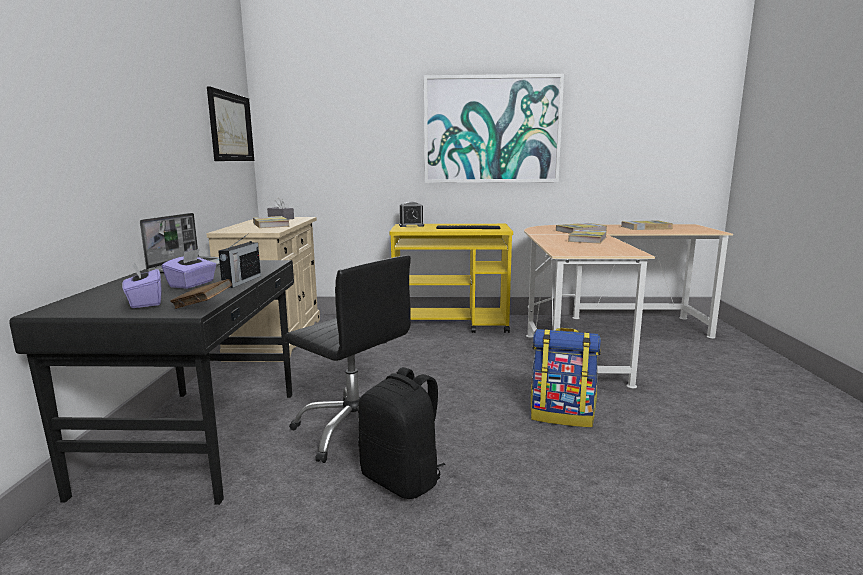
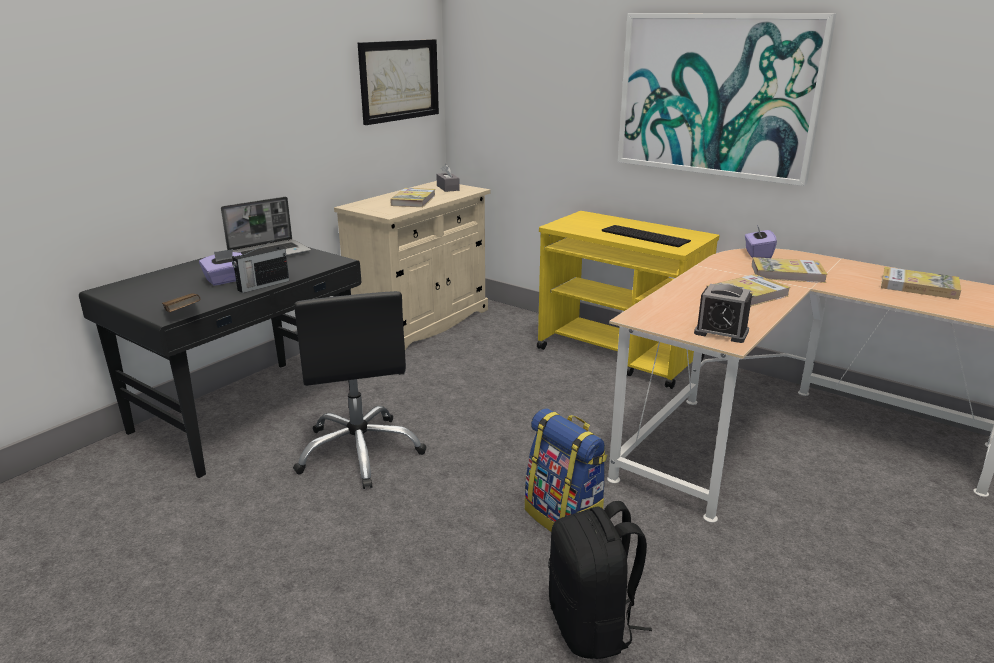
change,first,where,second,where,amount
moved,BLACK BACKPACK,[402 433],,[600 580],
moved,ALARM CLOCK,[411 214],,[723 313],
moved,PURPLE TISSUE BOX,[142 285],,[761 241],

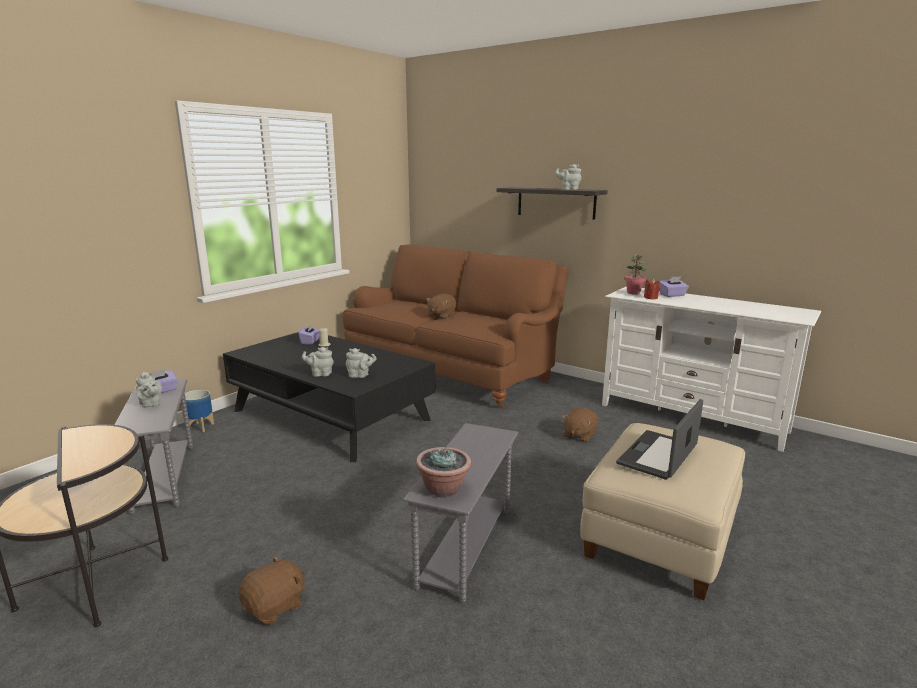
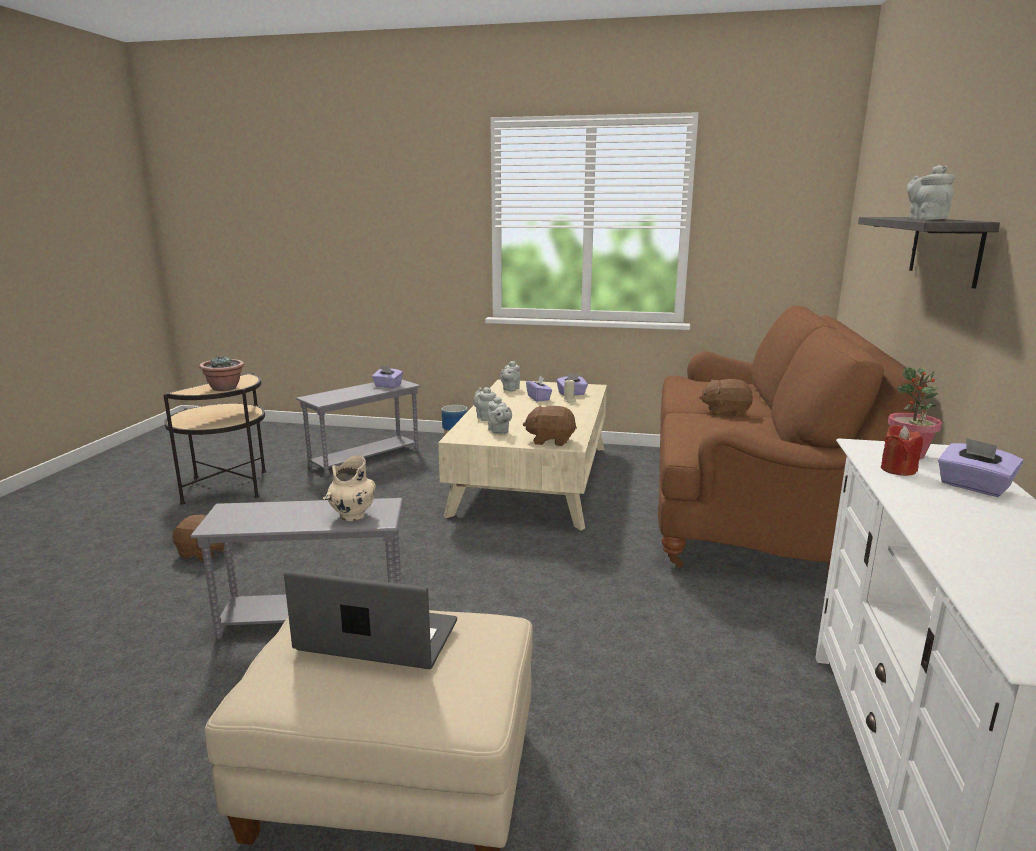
change,first,where,second,where,amount
moved,POTTED PLANT,[443 472],,[221 373],
added,,,BEIGE VASE,[349 488],
recoloured,BLACK COFFEE TABLE,[329 397],BEIGE COFFEE TABLE,[522 455],
moved,GREY TEAPOT,[149 389],,[510 376],
moved,BROWN PLUSH TOY,[580 425],,[550 426],
added,,,PURPLE TISSUE BOX,[539 389],

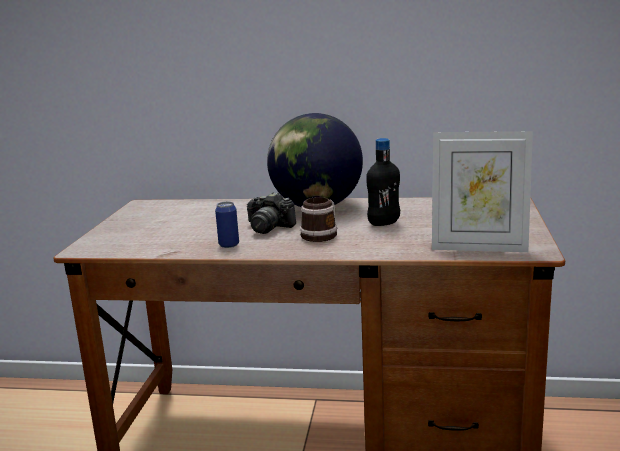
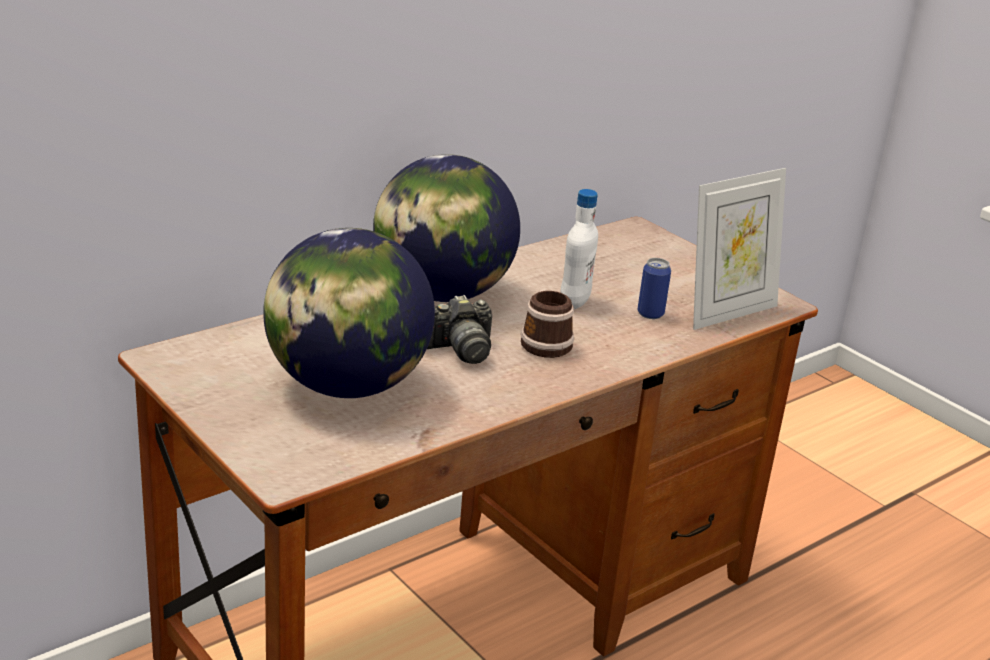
change,first,where,second,where,amount
added,,,GLOBE,[349 313],
recoloured,BLACK BOTTLE,[383 182],WHITE BOTTLE,[579 249],
moved,CAN,[227 224],,[654 288],

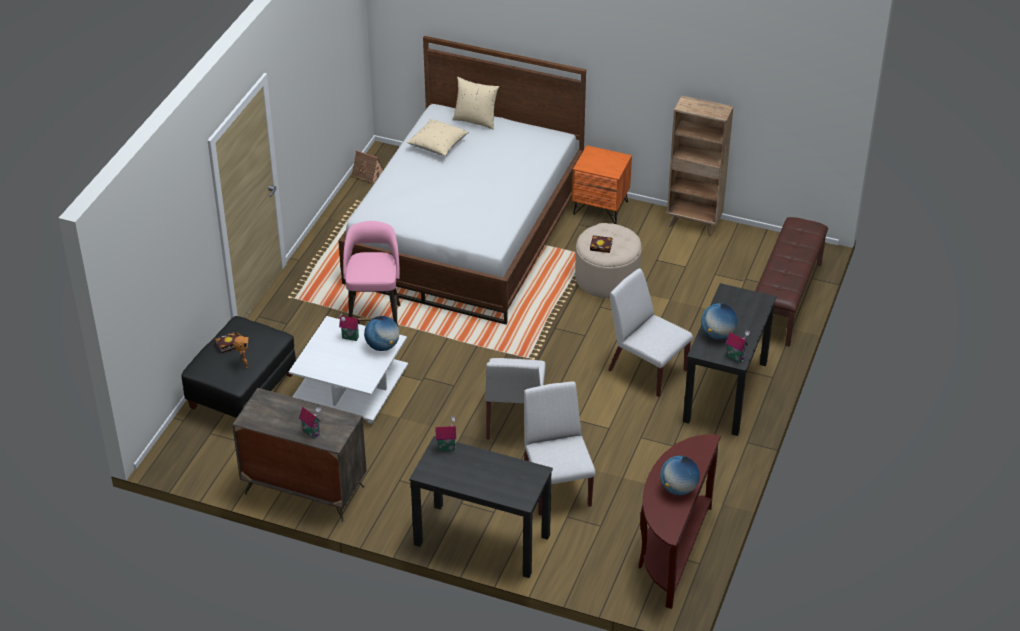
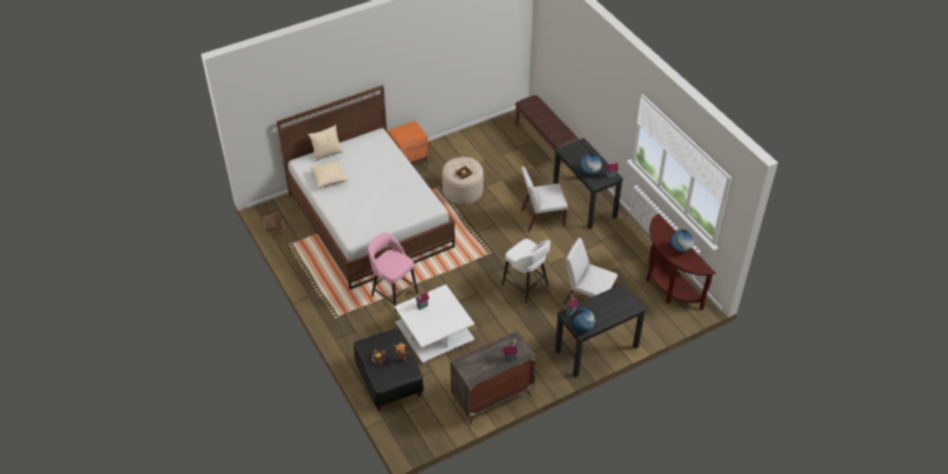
change,first,where,second,where,amount
replaced,WHITE CHAIR,[515 399],WHITE STOOL,[526 271],
moved,GLOBE,[381 333],,[583 320],
removed,BROWN BOOKCASE,[700 166],,,

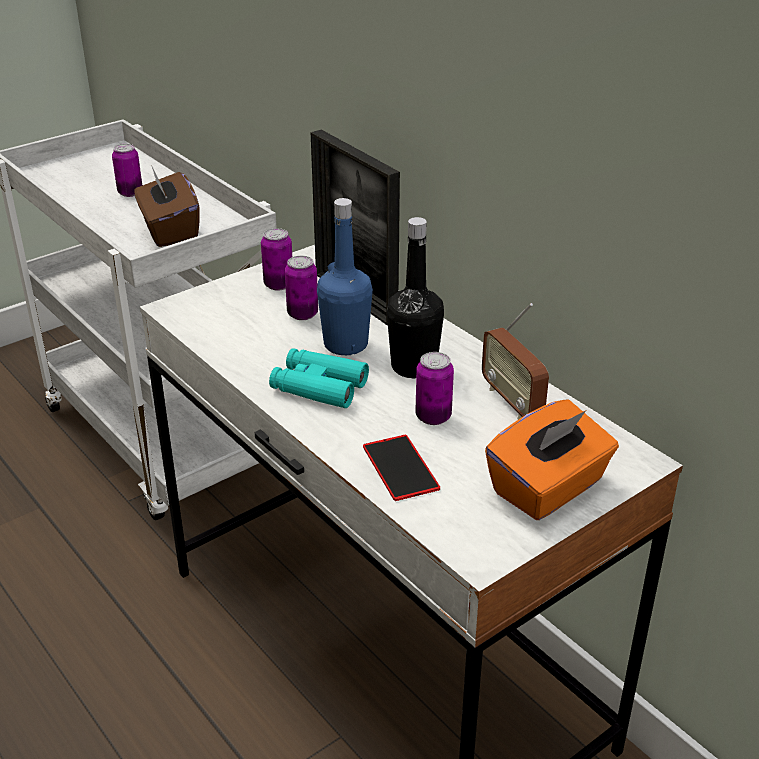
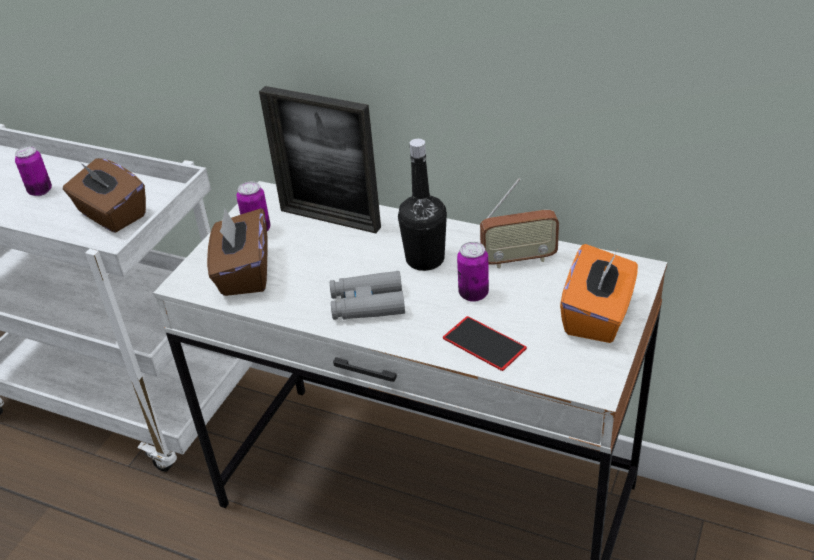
change,first,where,second,where,amount
added,,,BROWN TISSUE BOX,[237 252],
recoloured,TURQUOISE BINOCULARS,[319 378],GREY BINOCULARS,[367 295],
turned,RADIO,[515 361],,[519 223],45 degrees counterclockwise
removed,CAN,[301 288],,,
removed,BLUE BOTTLE,[345 276],,,

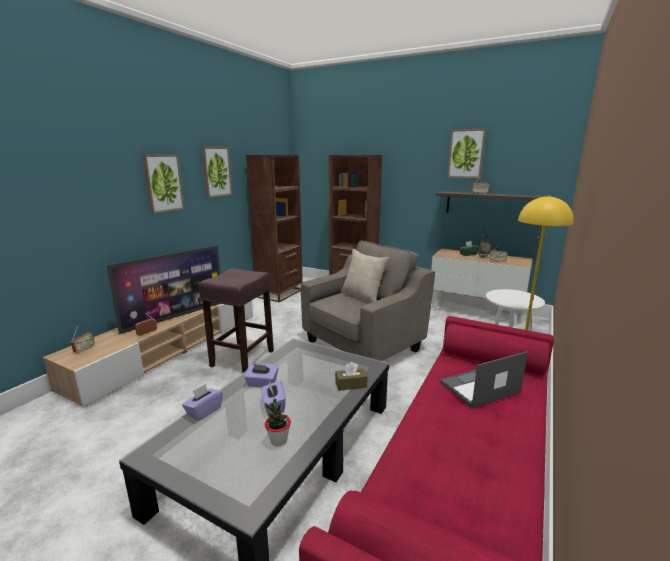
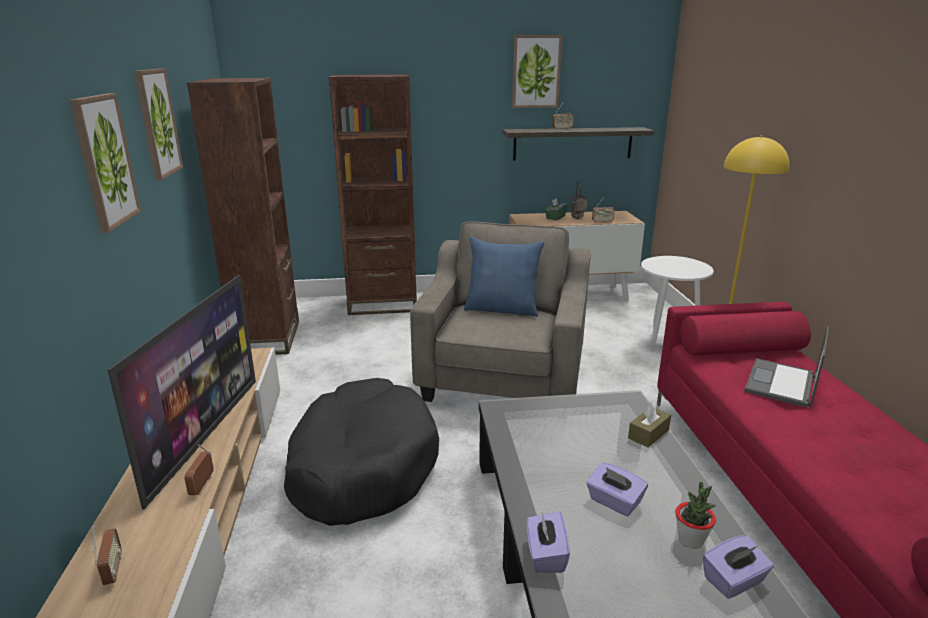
change,first,where,second,where,amount
replaced,BROWN STOOL,[236 321],BLACK DOG BED,[361 452],
recoloured,BEIGE PILLOW,[365 276],BLUE PILLOW,[504 277],
moved,PURPLE TISSUE BOX,[261 375],,[738 567],

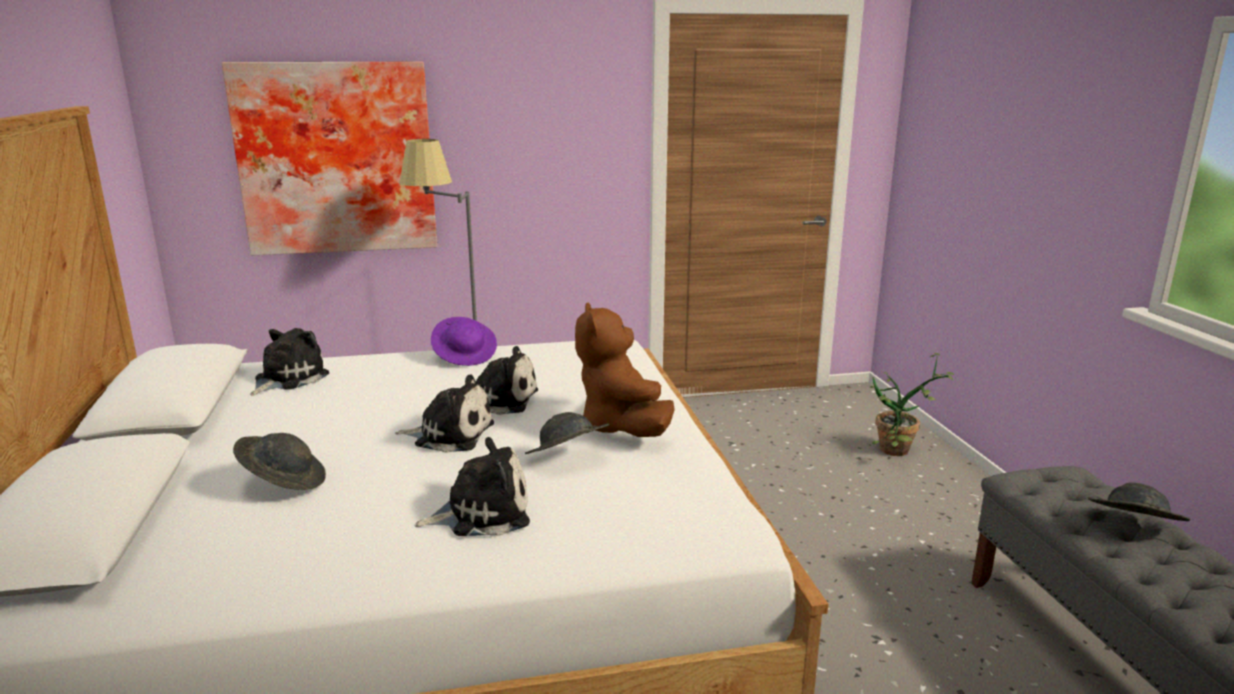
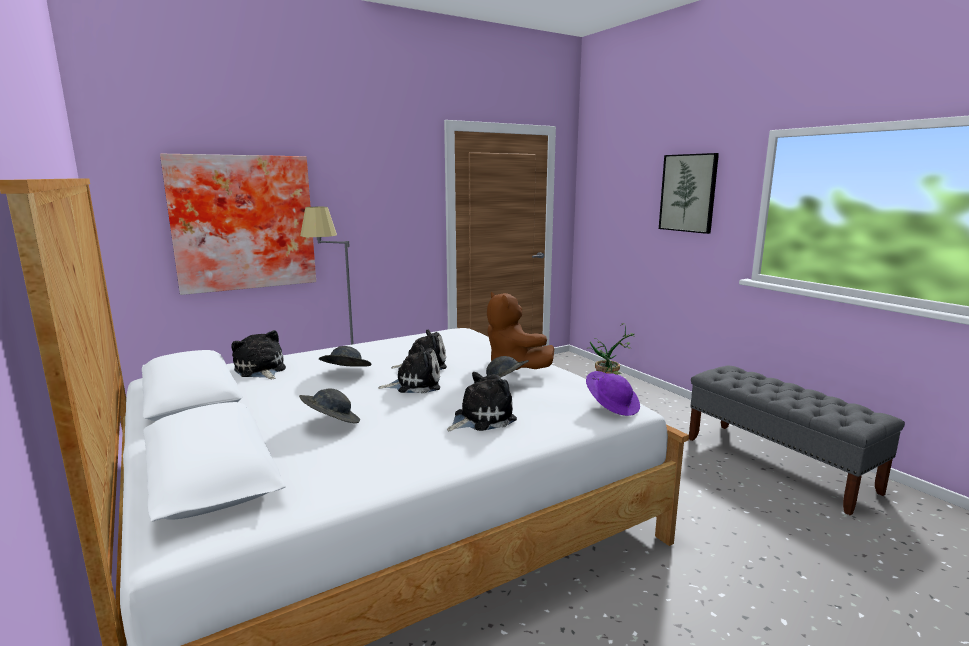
change,first,where,second,where,amount
turned,PLUSH TOY,[289 362],,[258 354],45 degrees counterclockwise
moved,GREY HAT,[1139 501],,[345 356],
moved,PURPLE HAT,[464 341],,[613 393],
added,,,PICTURE,[689 193],

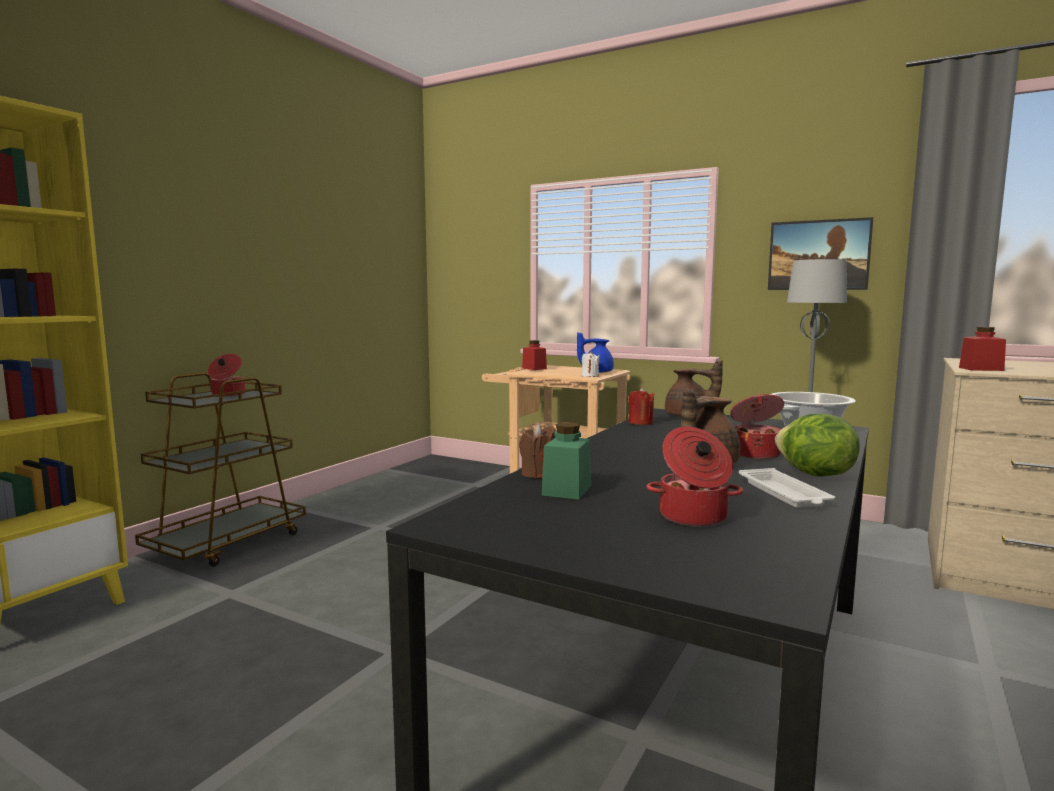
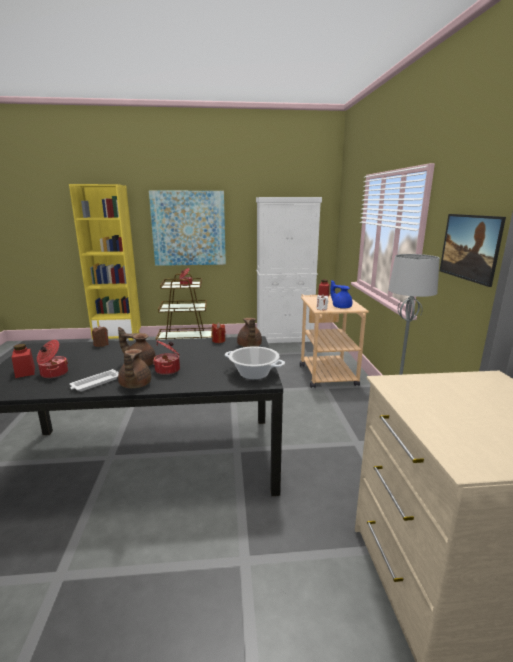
change,first,where,second,where,amount
moved,RED JAR,[982 349],,[23 361],
replaced,LETTUCE,[817 445],BROWN TEAPOT,[134 368],
added,,,PICTURE,[187 228],
added,,,WHITE CABINET,[289 270],
removed,GREEN JAR,[566 461],,,

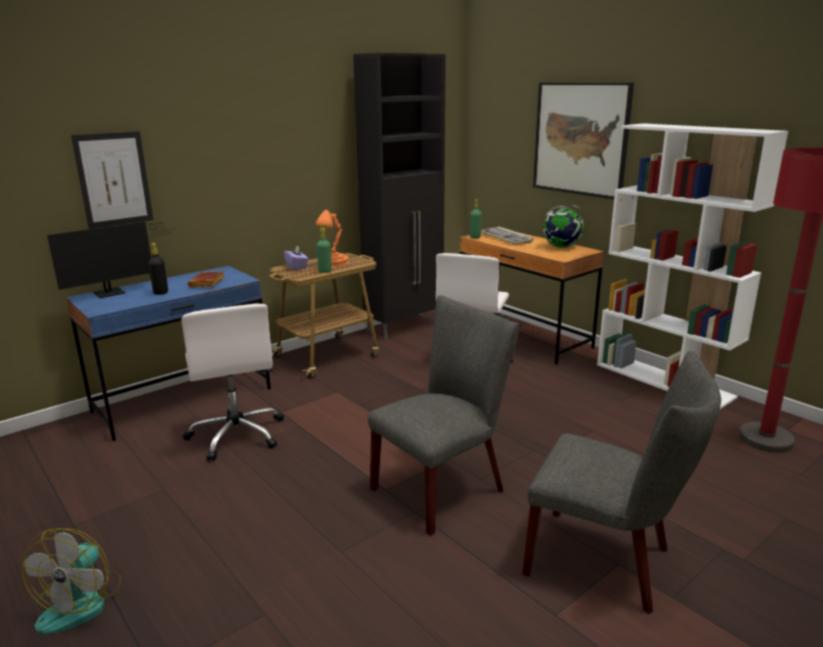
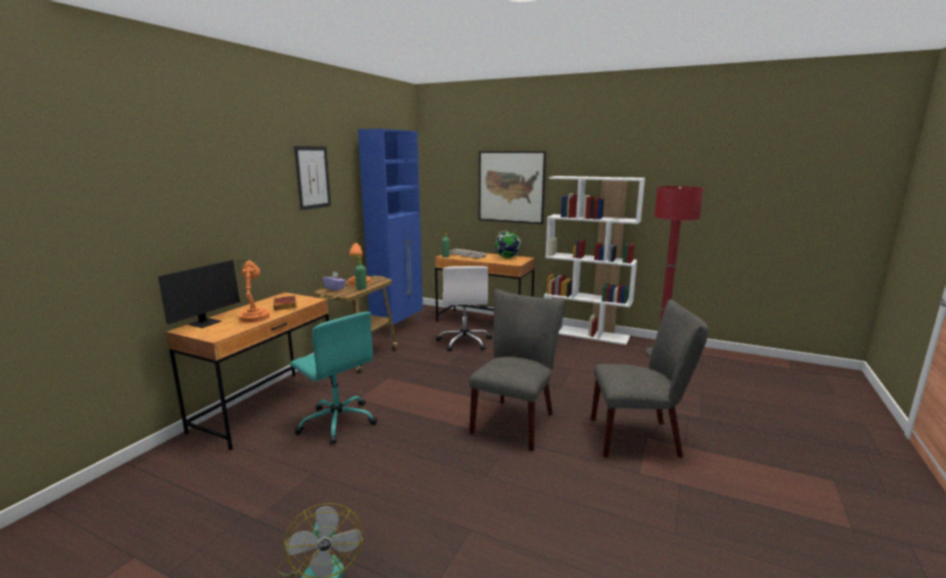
change,first,where,second,where,amount
recoloured,BLUE DESK,[168 353],BROWN DESK,[249 371],
replaced,BLACK BOTTLE,[158 269],ORANGE TABLE LAMP,[254 292],
recoloured,WHITE OFFICE CHAIR,[232 382],TURQUOISE OFFICE CHAIR,[333 378],
moved,PICTURE,[112 180],,[312 178],
recoloured,BLACK CABINET,[399 196],BLUE CABINET,[390 233],

